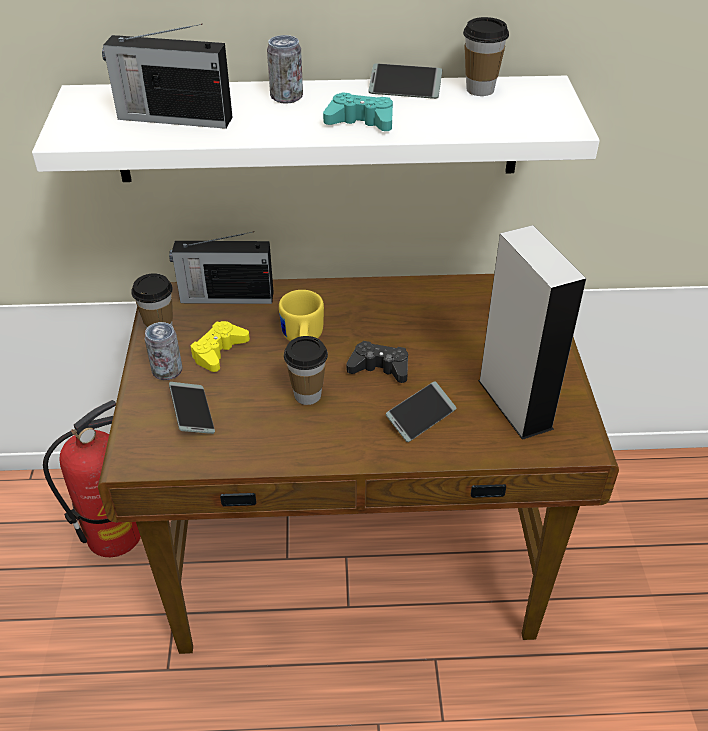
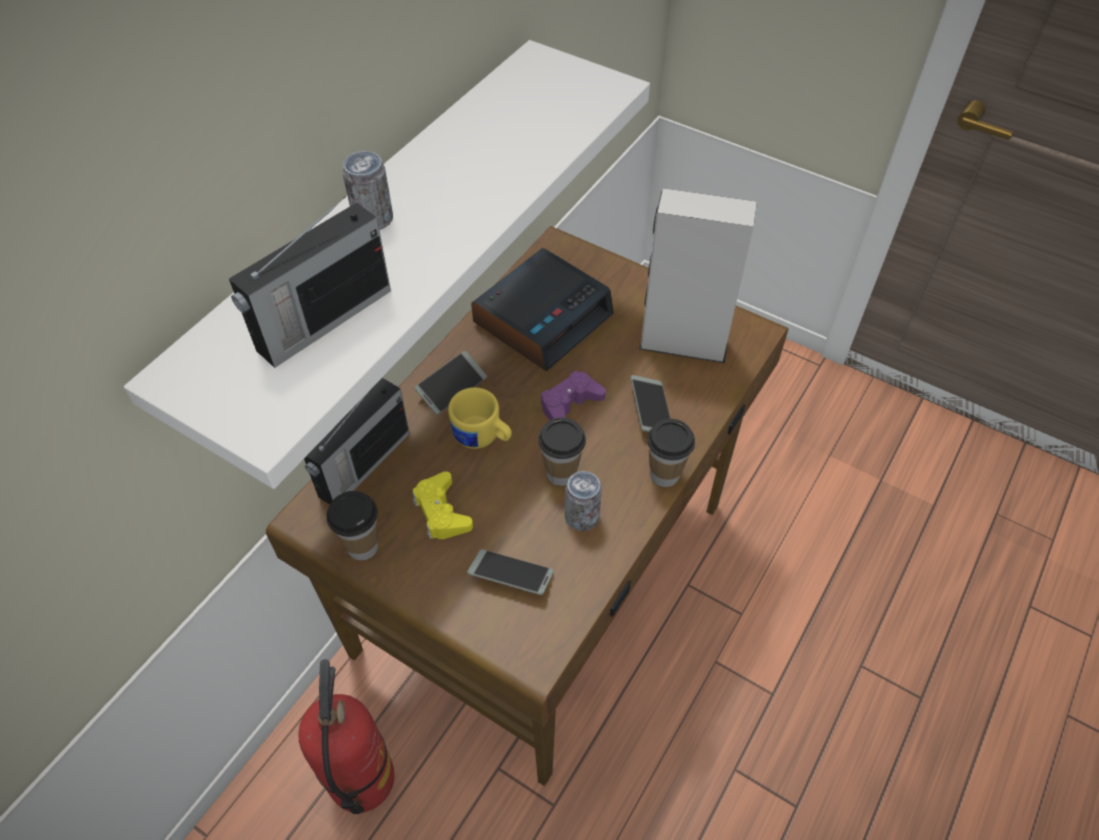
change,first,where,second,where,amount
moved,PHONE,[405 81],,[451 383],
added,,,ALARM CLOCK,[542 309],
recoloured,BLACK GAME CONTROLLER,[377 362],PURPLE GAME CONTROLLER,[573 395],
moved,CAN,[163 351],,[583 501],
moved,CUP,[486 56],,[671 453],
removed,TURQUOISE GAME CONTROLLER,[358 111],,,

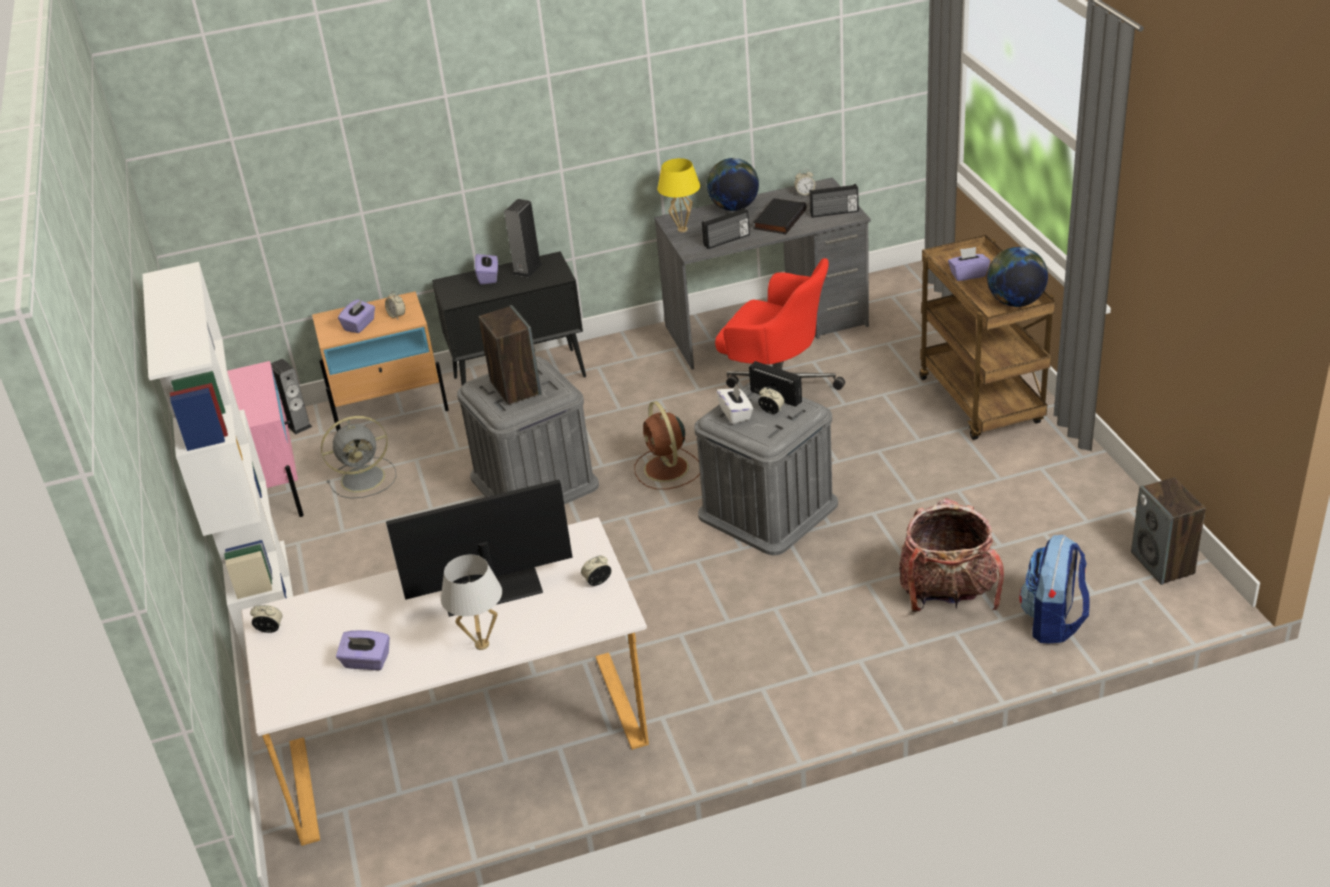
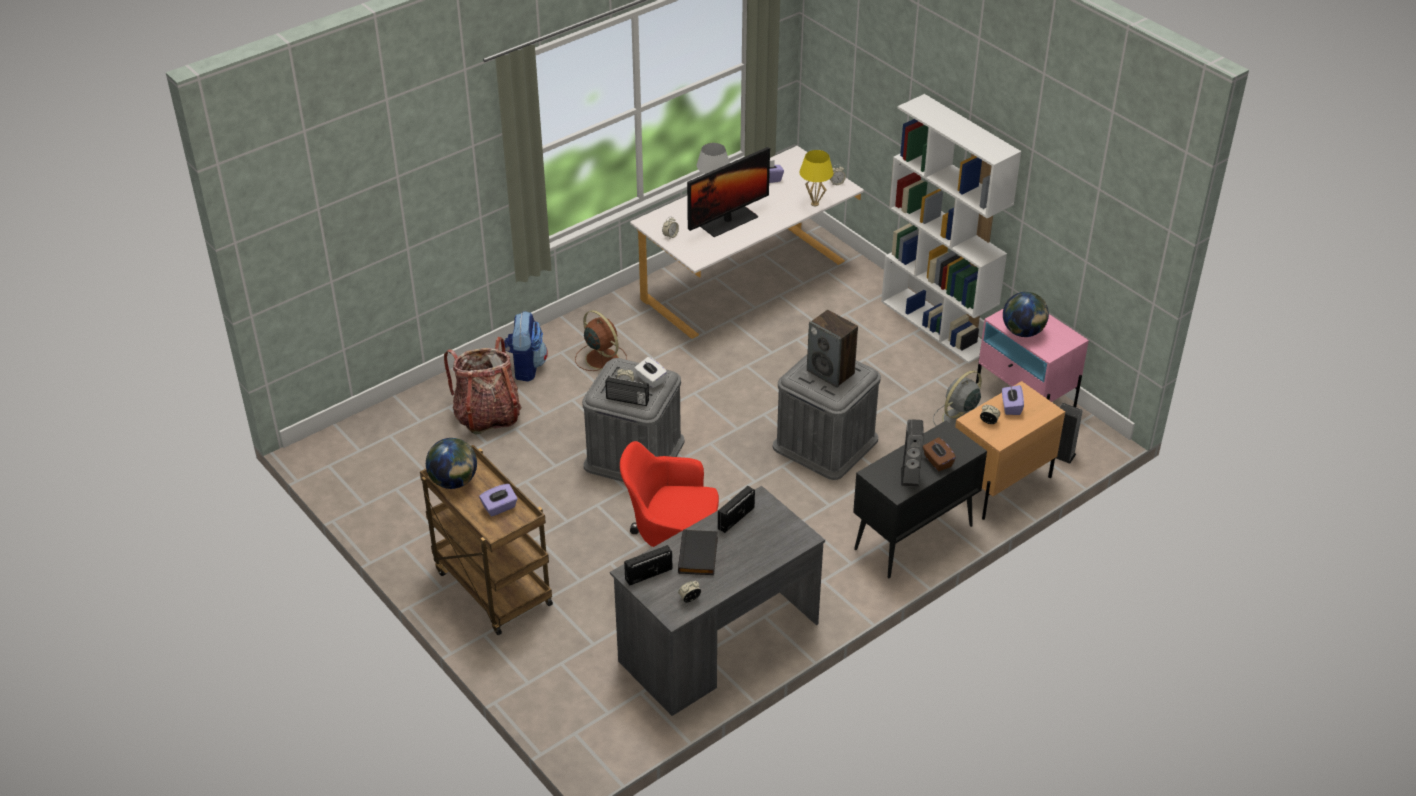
change,first,where,second,where,amount
moved,BACKPACK,[1054 589],,[526 346],
moved,BROWN FAN,[667 445],,[601 340],
moved,YELLOW TABLE LAMP,[678 195],,[816 178],
recoloured,PURPLE TISSUE BOX,[486 268],BROWN TISSUE BOX,[939 454],
moved,GLOBE,[733 184],,[1026 314],
removed,SPEAKER,[1168 531],,,

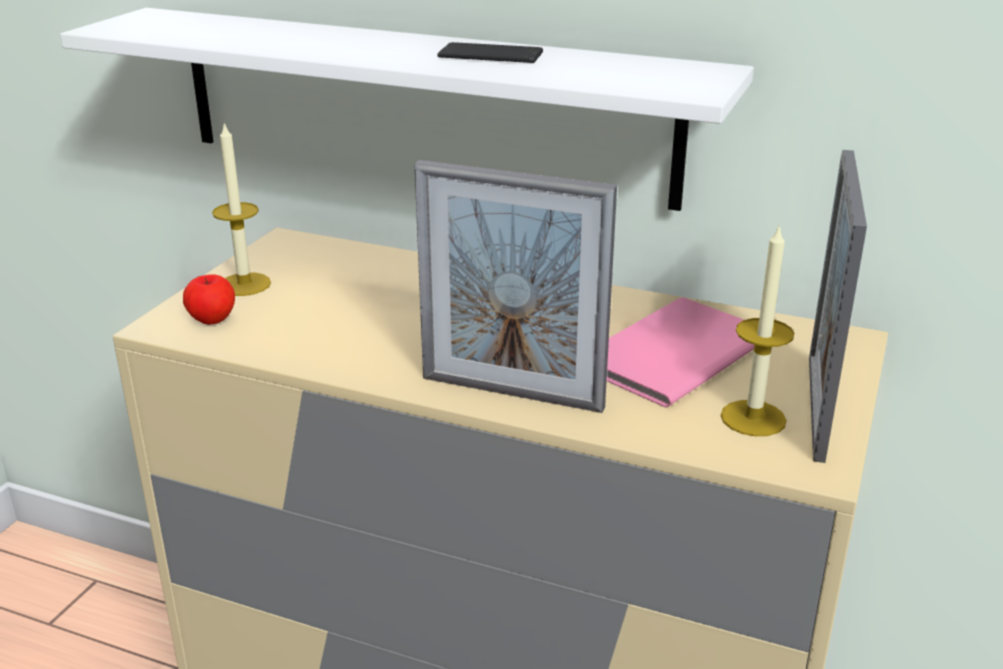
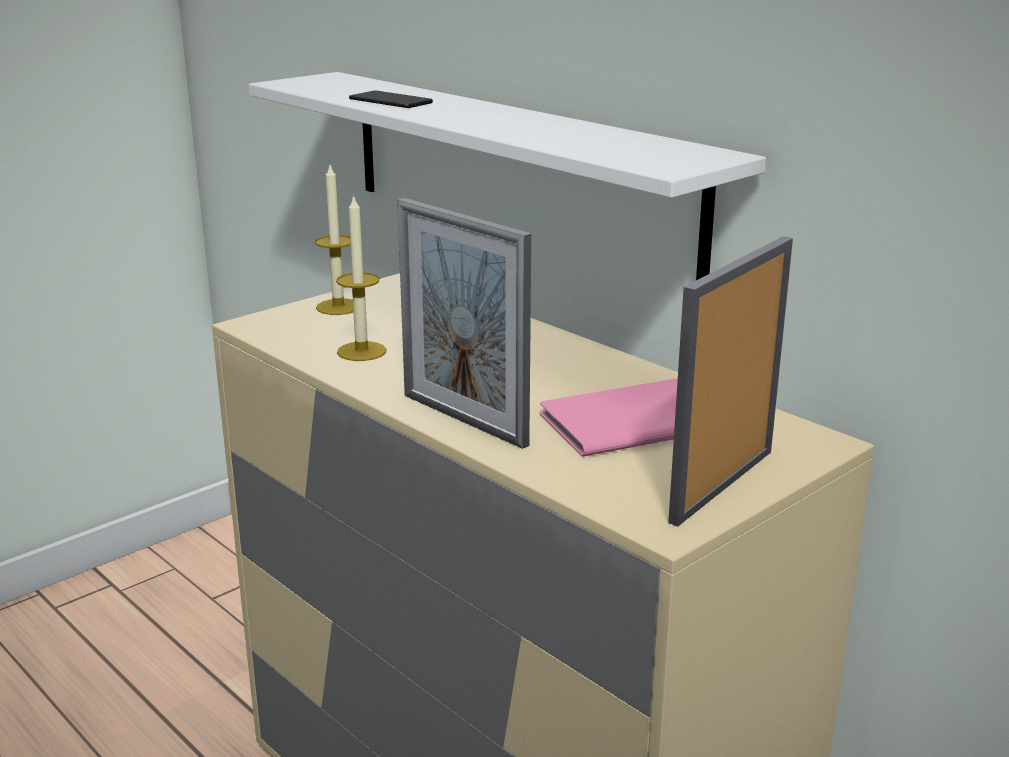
change,first,where,second,where,amount
moved,CANDLE,[757 330],,[361 277],
moved,PHONE,[490 52],,[391 99],
removed,APPLE,[209 299],,,

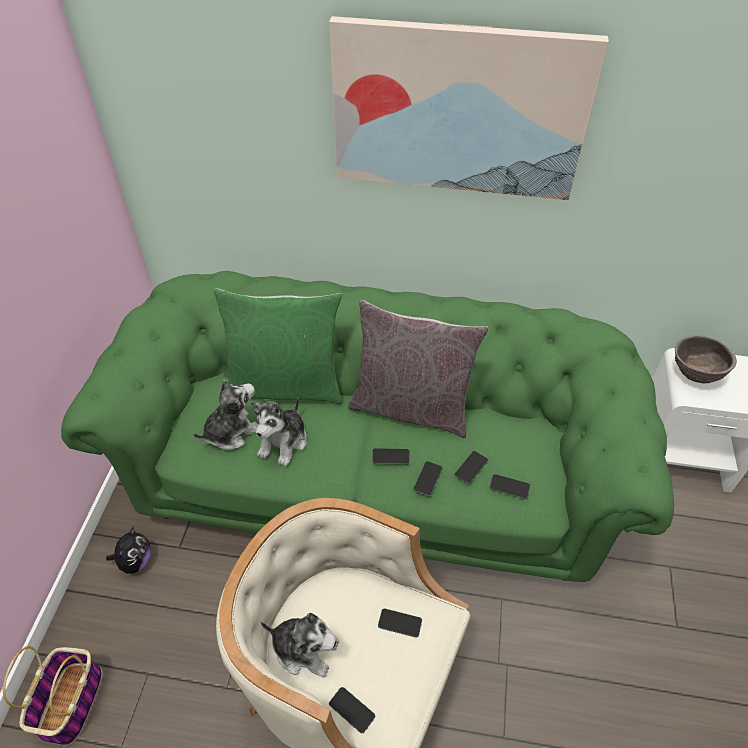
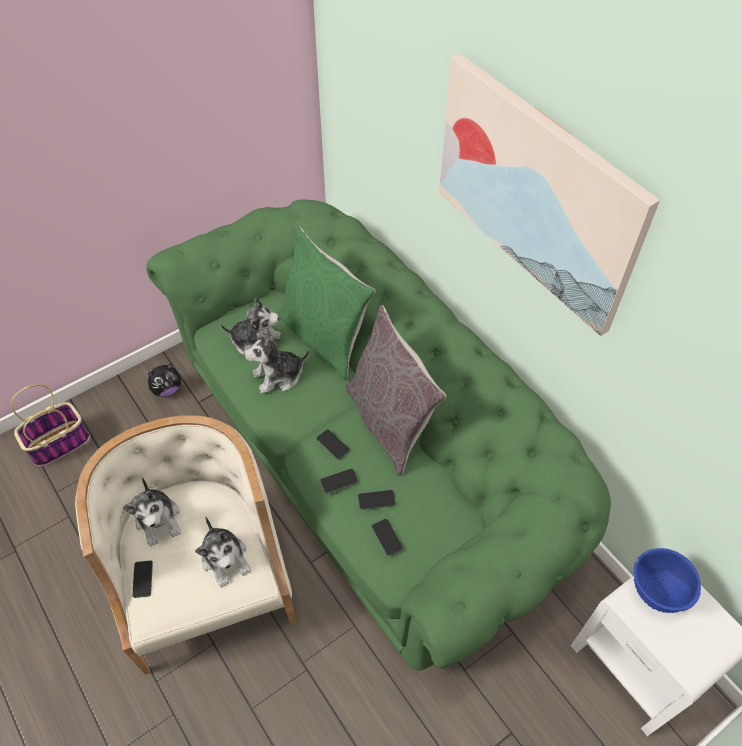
change,first,where,second,where,amount
replaced,PHONE,[400 623],PLUSH TOY,[223 552],
recoloured,BROWN BOWL,[706 359],BLUE BOWL,[667 580],

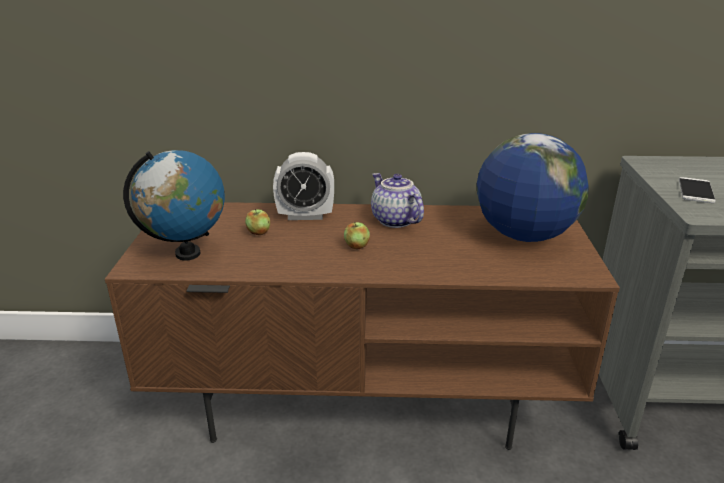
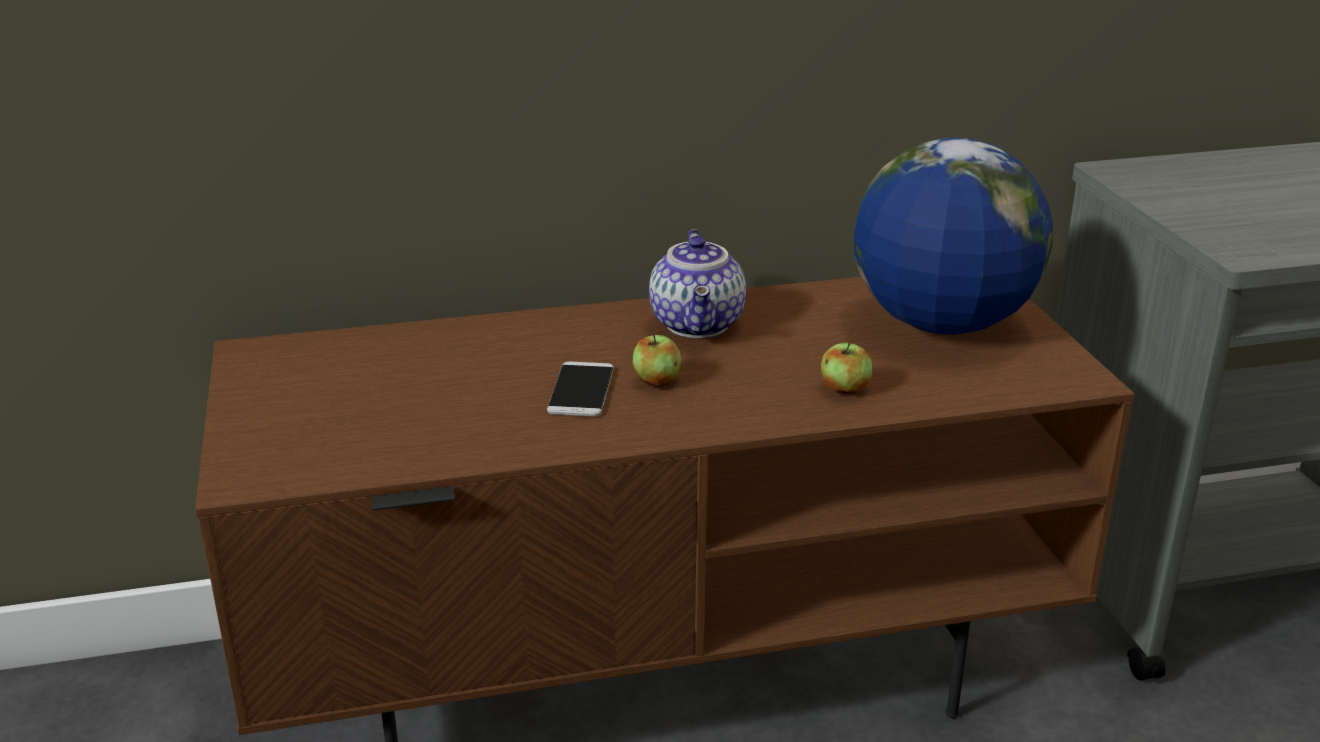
change,first,where,second,where,amount
moved,PHONE,[697 190],,[580 389],
turned,TEAPOT,[397 200],,[697 283],135 degrees counterclockwise
moved,APPLE,[257 222],,[846 368],
removed,GLOBE,[174 205],,,
removed,ALARM CLOCK,[303 186],,,

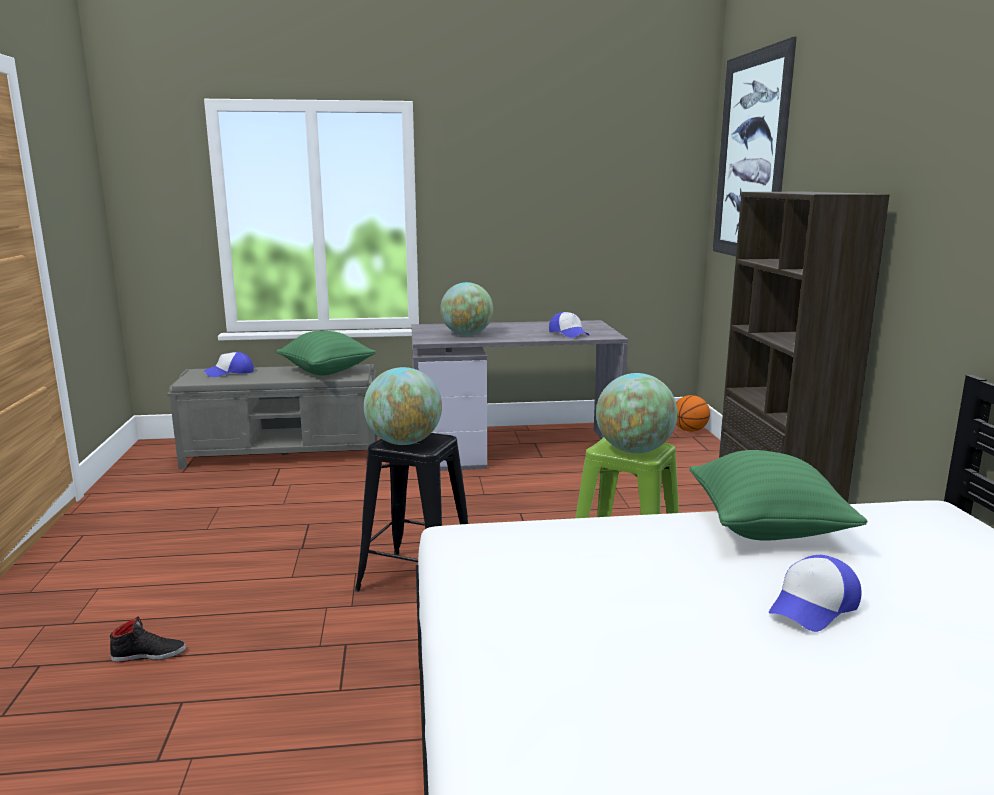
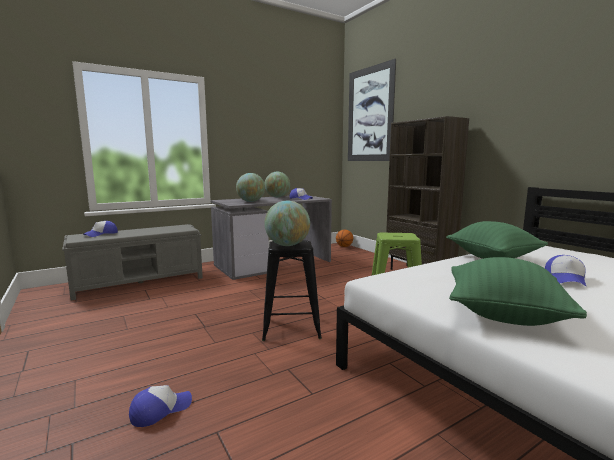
change,first,where,second,where,amount
replaced,BLACK SHOE,[148 639],CAP,[160 406],
moved,GLOBE,[637 413],,[277 184],
moved,GREEN PILLOW,[326 353],,[518 291],

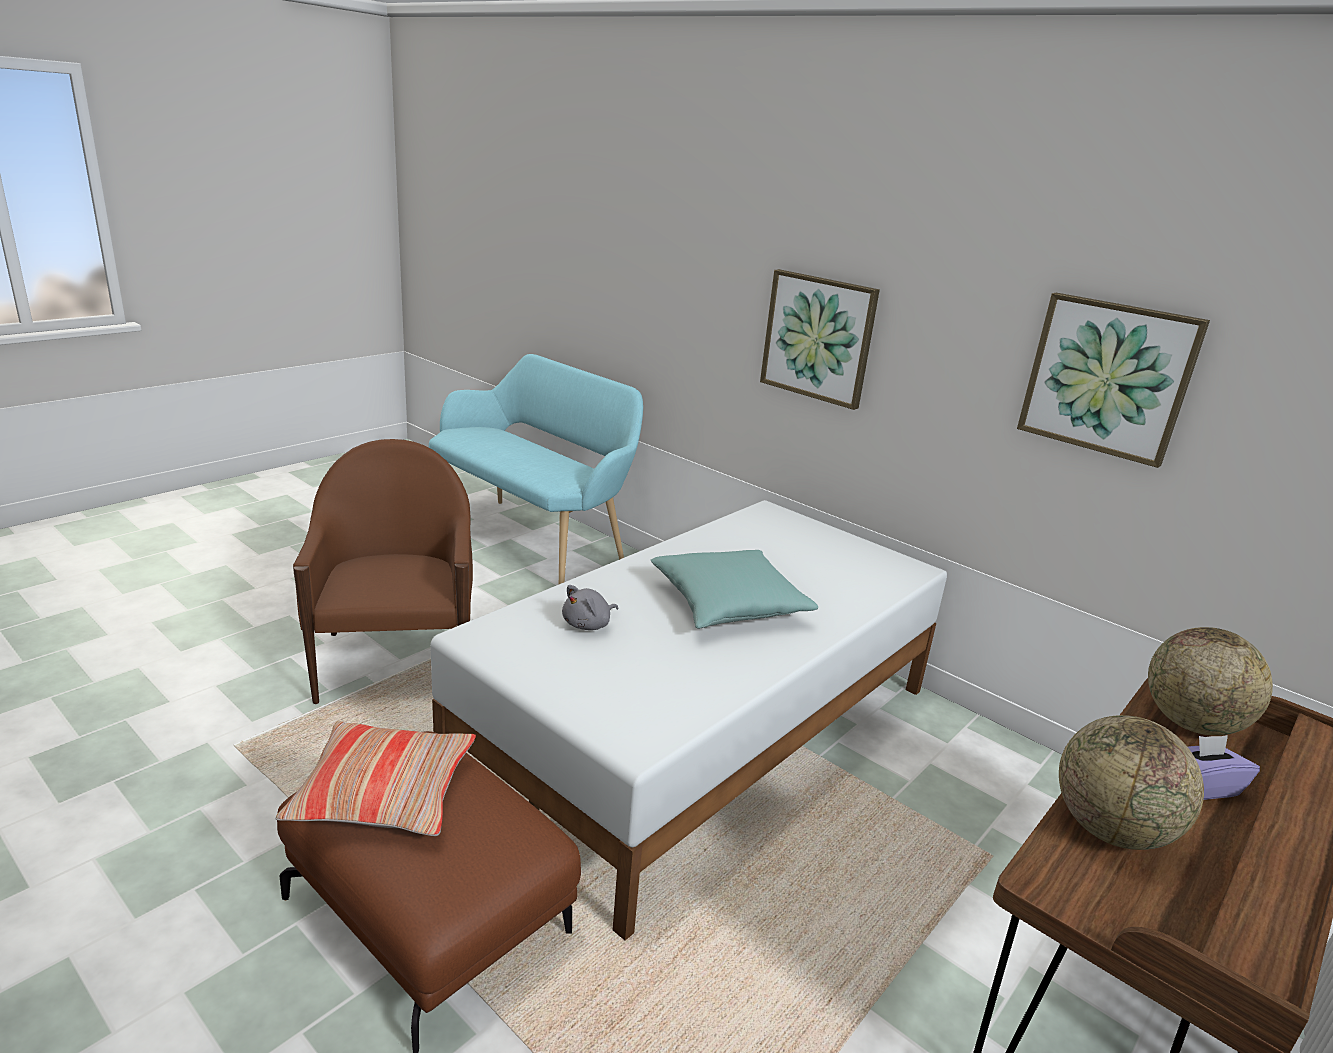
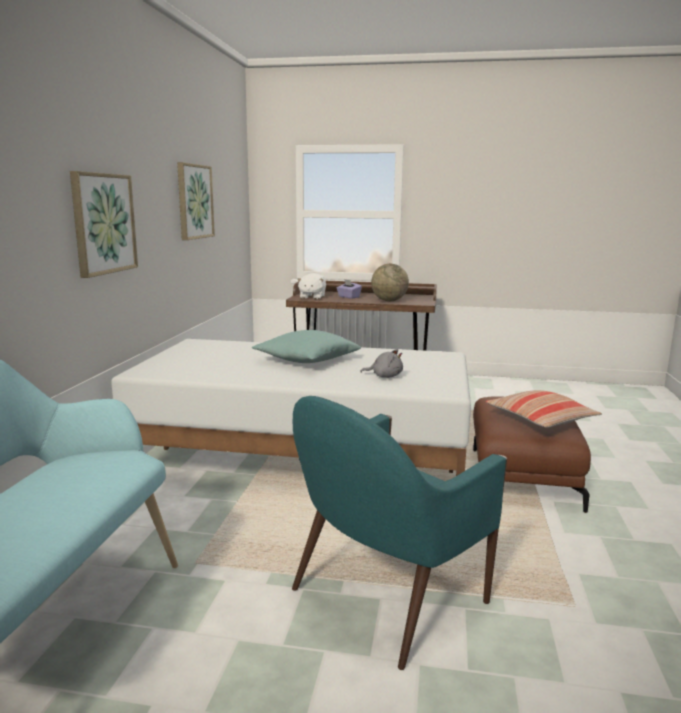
change,first,where,second,where,amount
recoloured,BROWN ARMCHAIR,[383 571],TURQUOISE ARMCHAIR,[399 533],
replaced,GLOBE,[1210 681],WHITE PLUSH TOY,[311 286],

